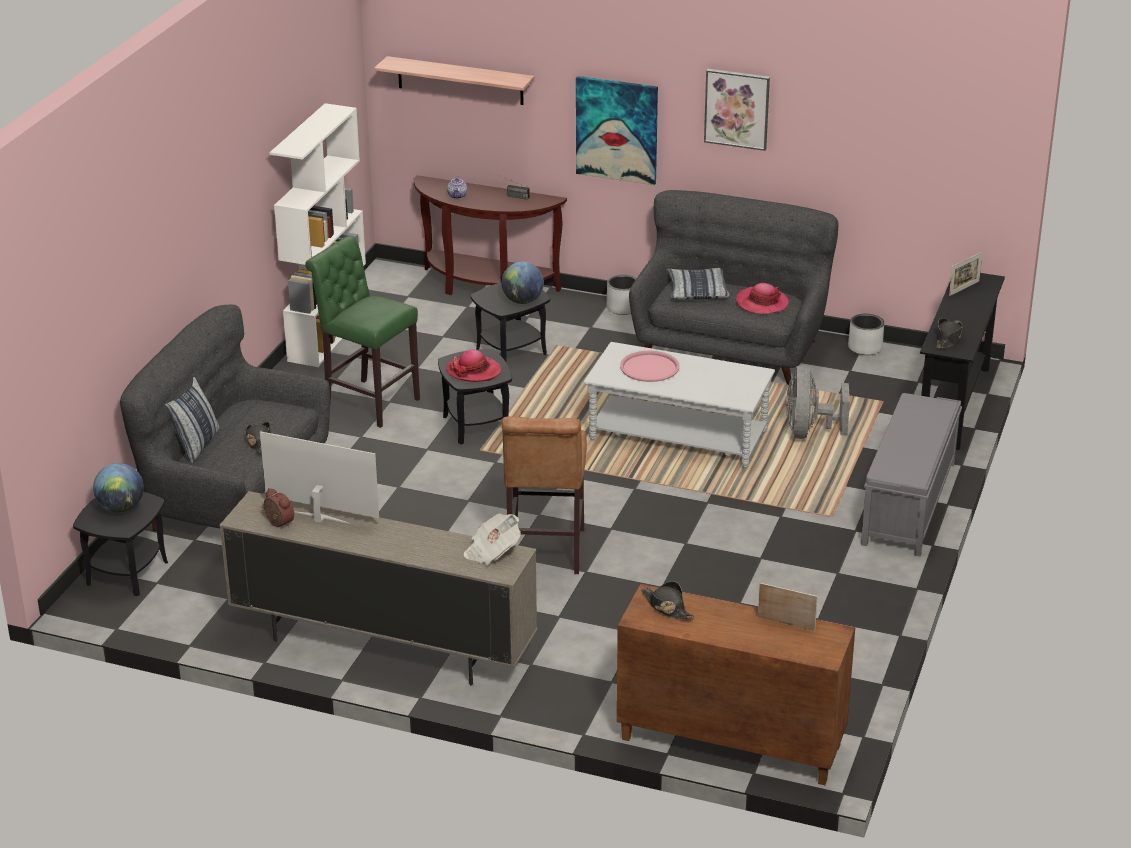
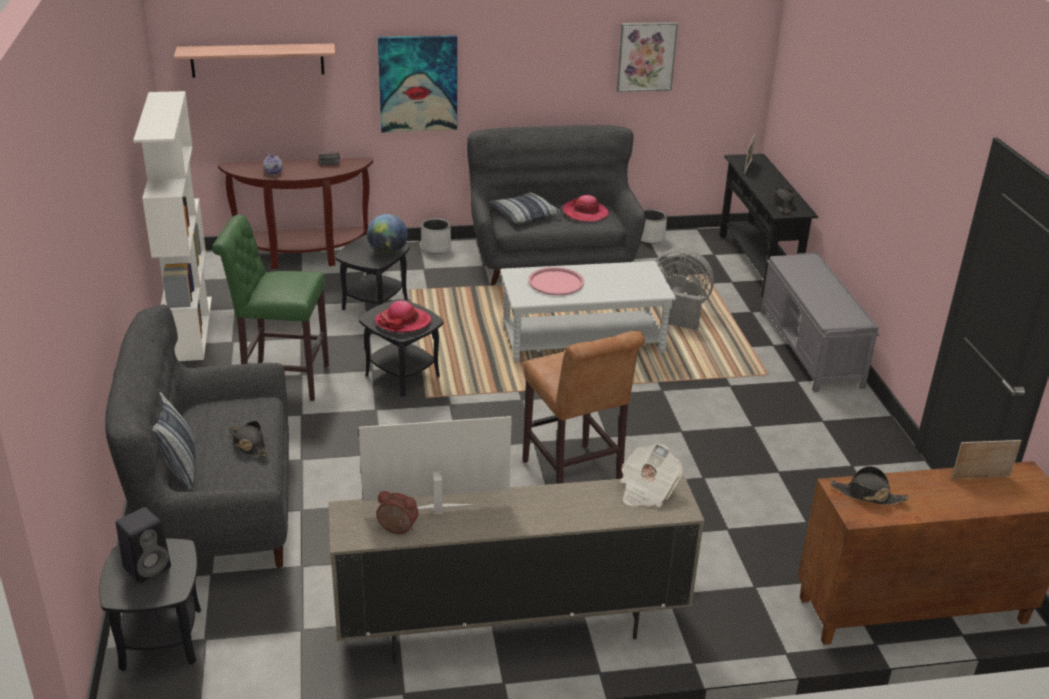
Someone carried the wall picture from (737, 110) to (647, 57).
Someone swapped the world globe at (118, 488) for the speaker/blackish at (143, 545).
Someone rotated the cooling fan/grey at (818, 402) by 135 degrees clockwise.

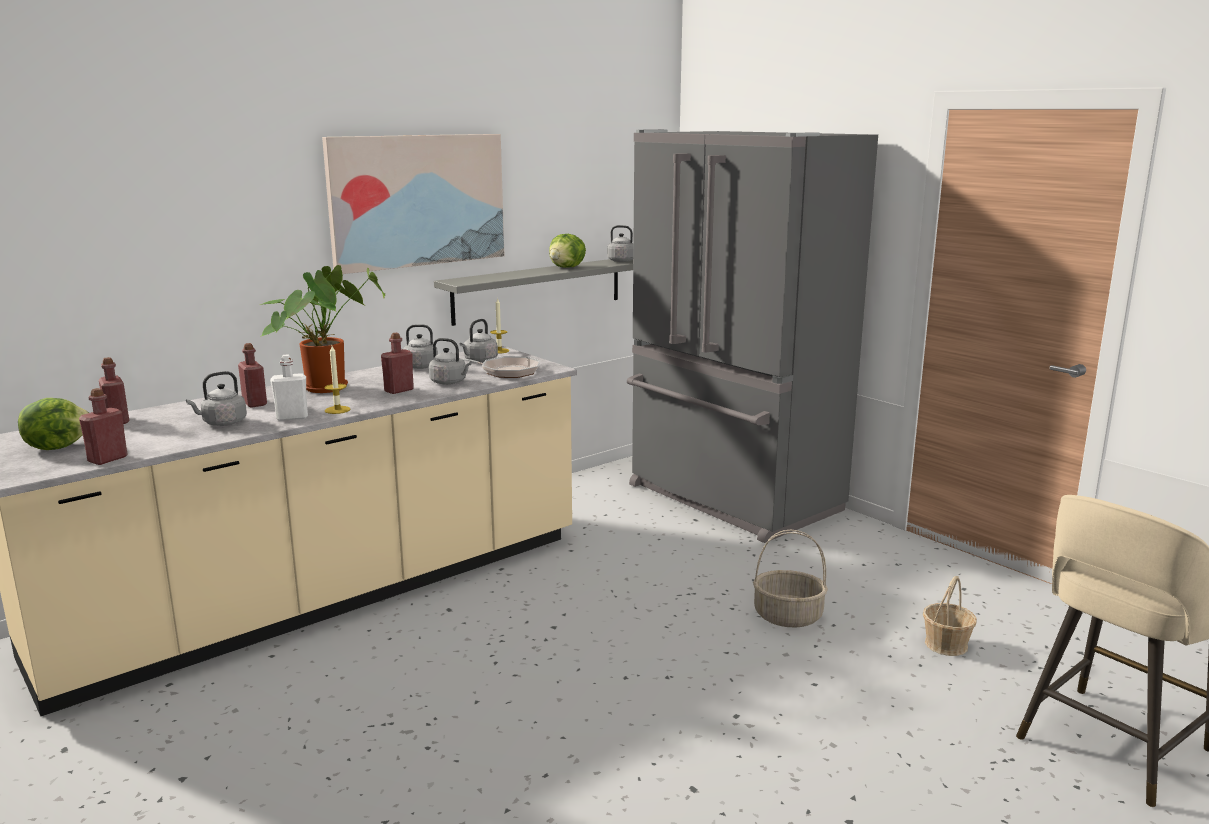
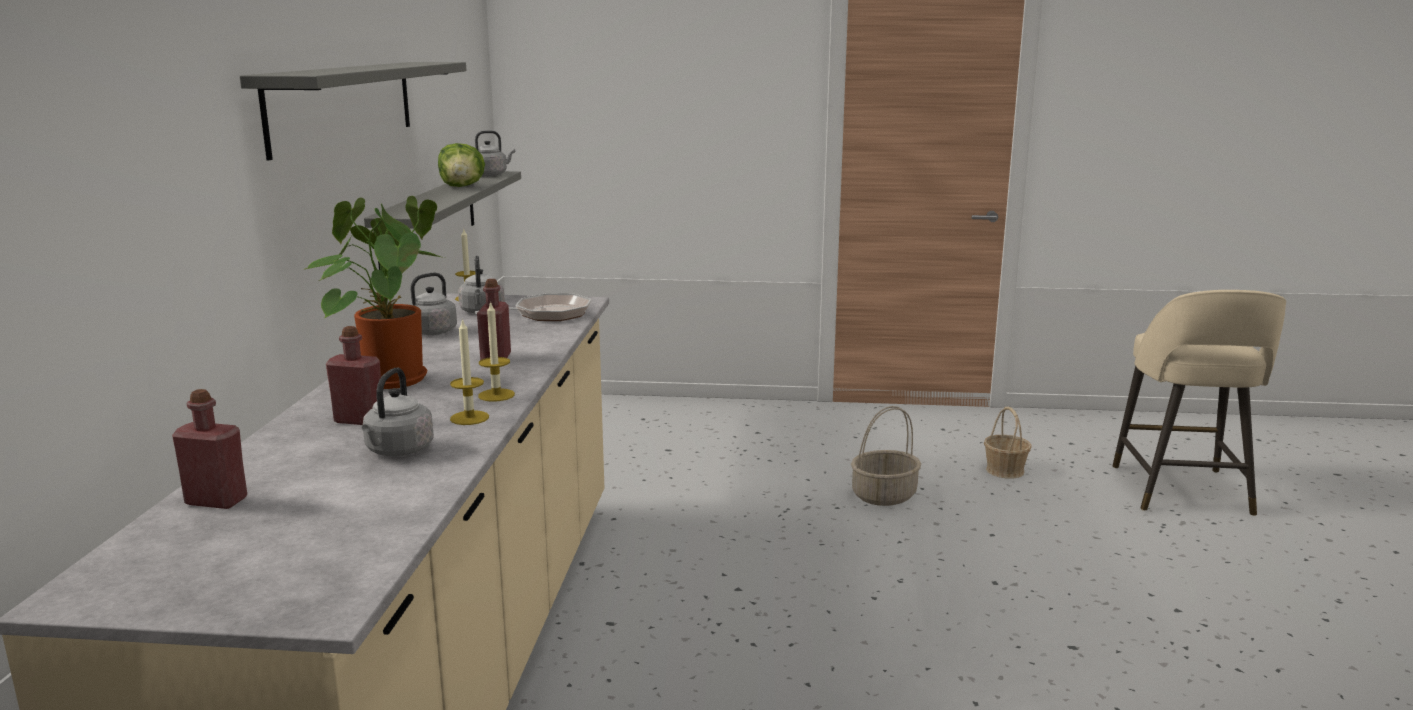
Someone took away the lettuce at (53, 424).
Someone took away the drink bottle/red at (103, 426).
Someone took away the kettle/grey at (450, 361).
Someone took away the kitchen fridge/grey at (752, 336).
Someone swapped the drink bottle/white at (289, 387) for the wax candle at (469, 371).
Someone swapped the wall picture at (413, 204) for the bracket shelf/grey at (353, 111).

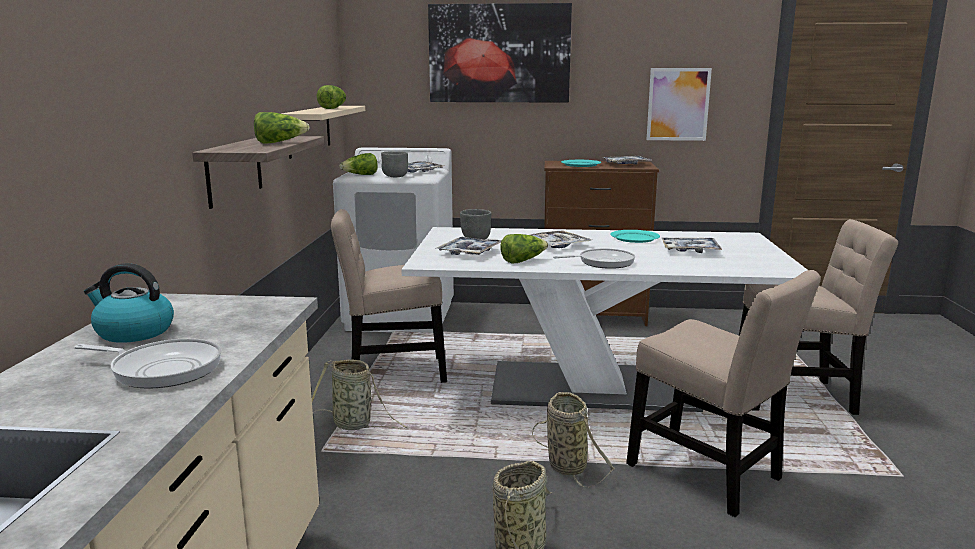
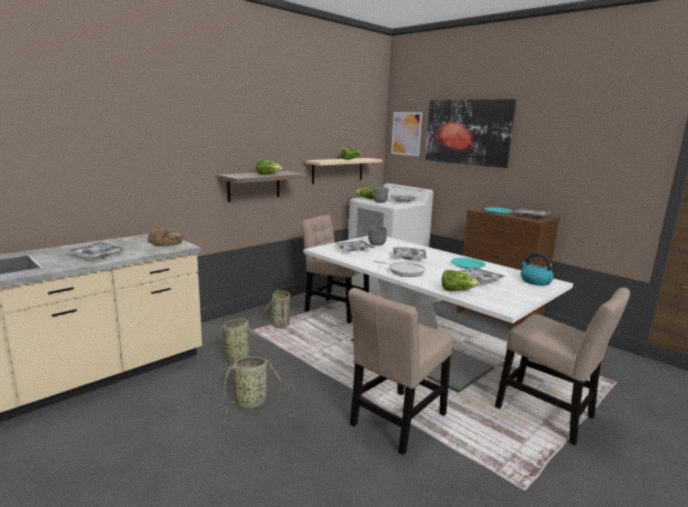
Someone put down the baked bread at (165, 236).
Someone carried the kettle from (129, 303) to (537, 269).
Someone carried the lettuce from (524, 249) to (461, 280).
Someone carried the storage basket from (573, 440) to (238, 343).
Someone carried the wall picture from (679, 104) to (406, 134).
Someone swapped the skillet at (148, 364) for the serving tray at (95, 250).
Someone rotated the upright chair/beige at (723, 393) by 45 degrees clockwise.

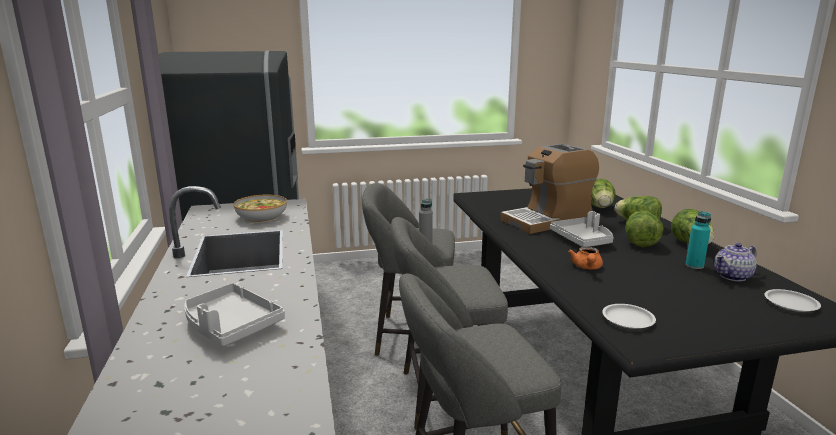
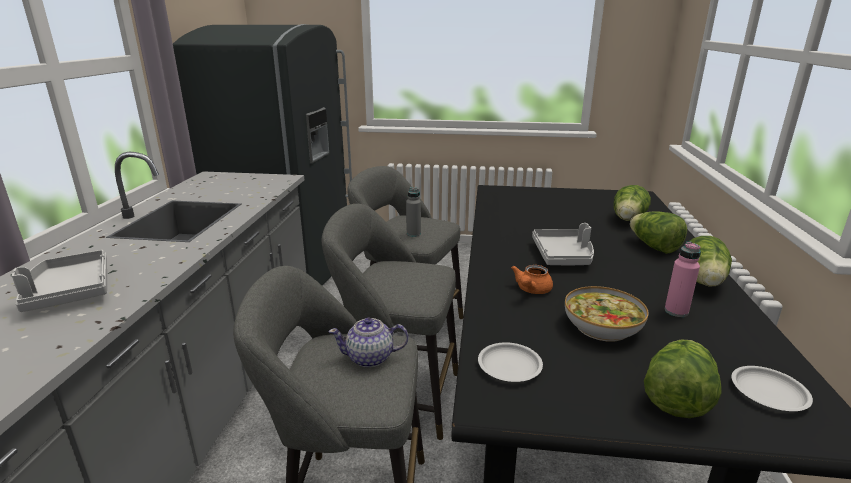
Someone took away the coffee machine at (549, 189).
Someone carried the bowl from (260, 208) to (607, 313).
Someone carried the lettuce from (644, 229) to (683, 378).
Someone carried the pot for tea from (735, 262) to (368, 343).
Someone repainted the drink bottle/blue-green at (698, 240), which became the drink bottle/pinkish at (683, 279).

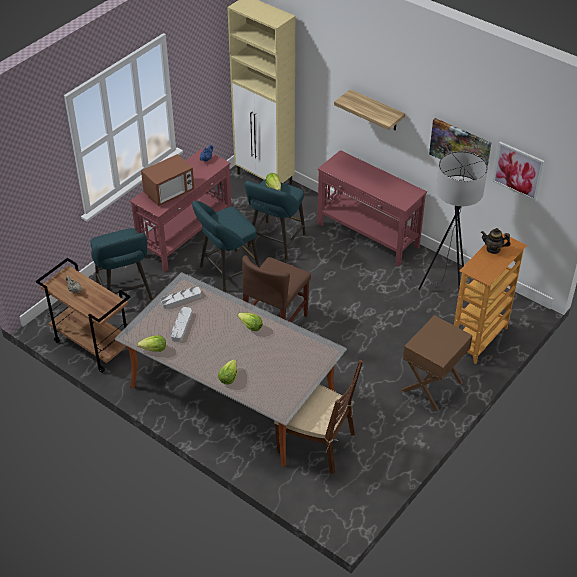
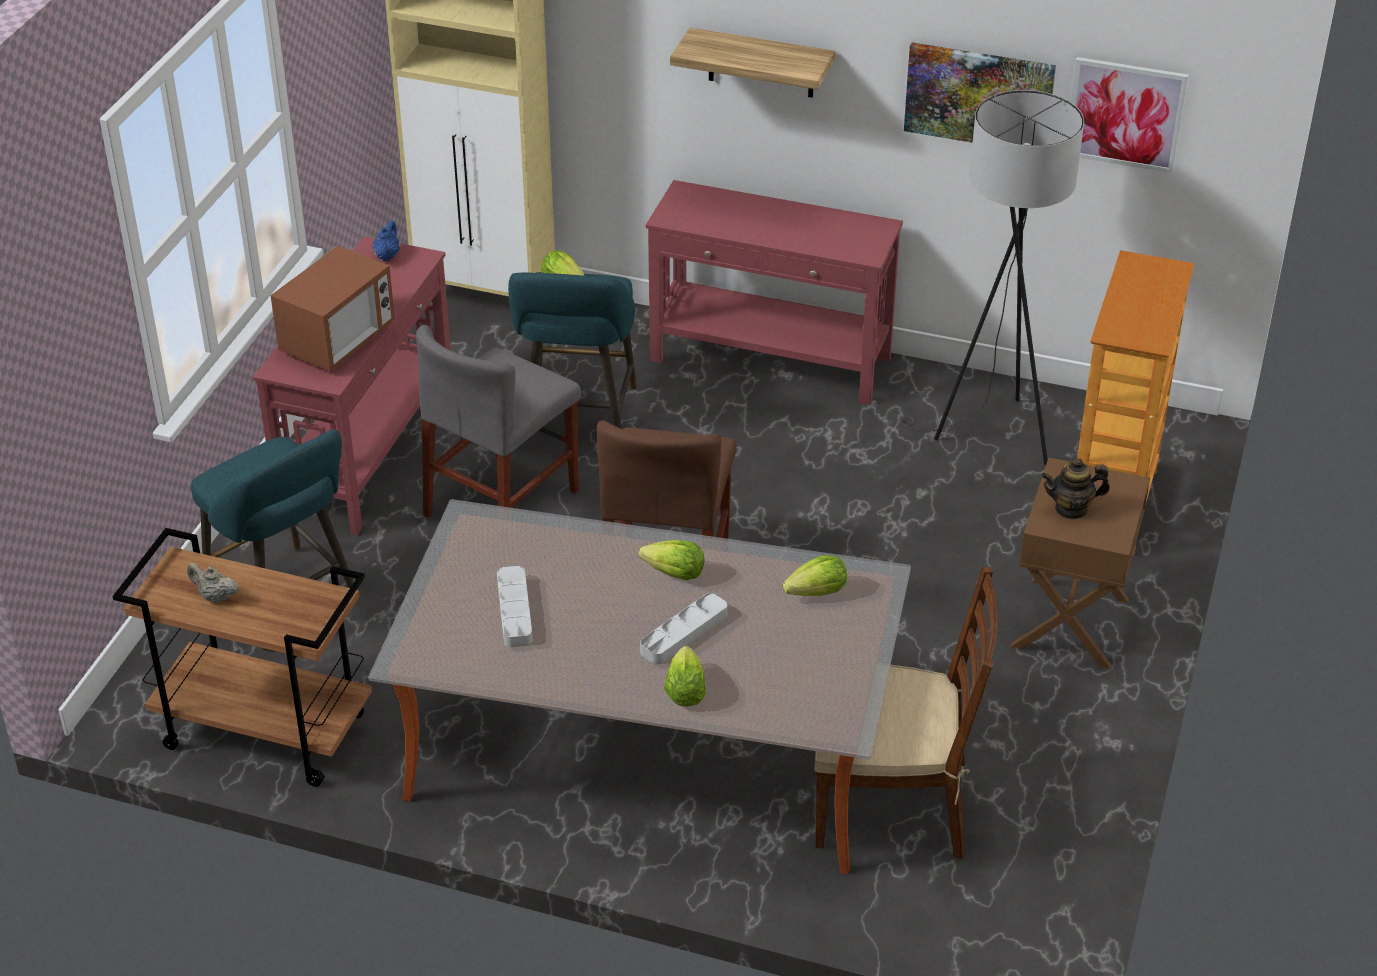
Someone carried the lettuce from (151, 343) to (815, 575).
Someone carried the serving tray/grey from (180, 297) to (683, 628).
Someone carried the pot for tea from (496, 241) to (1075, 489).
Someone swapped the sitting stool/blue-green at (226, 246) for the upright chair/grey at (498, 421).

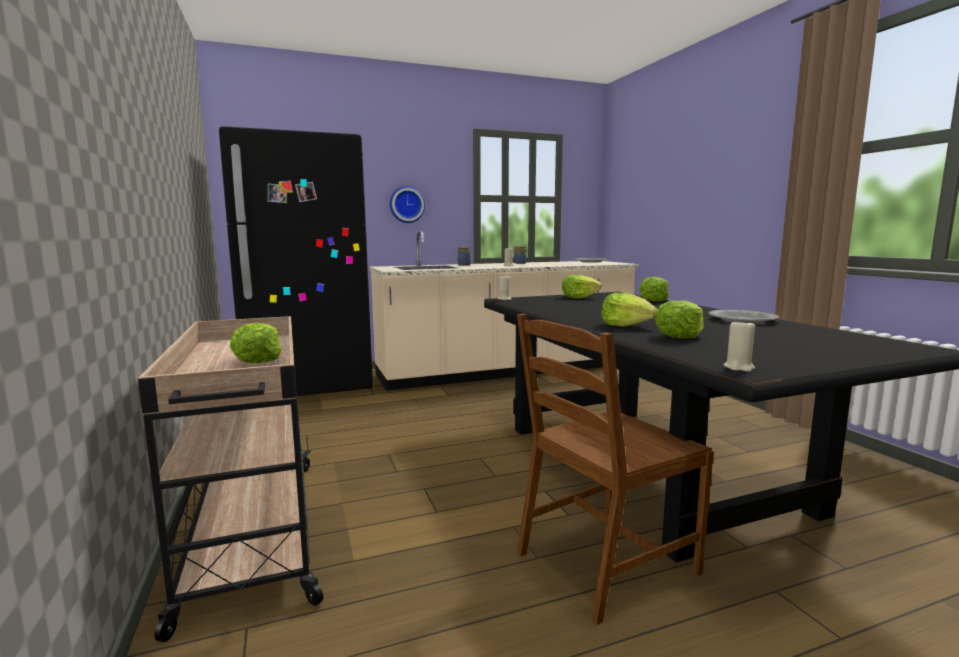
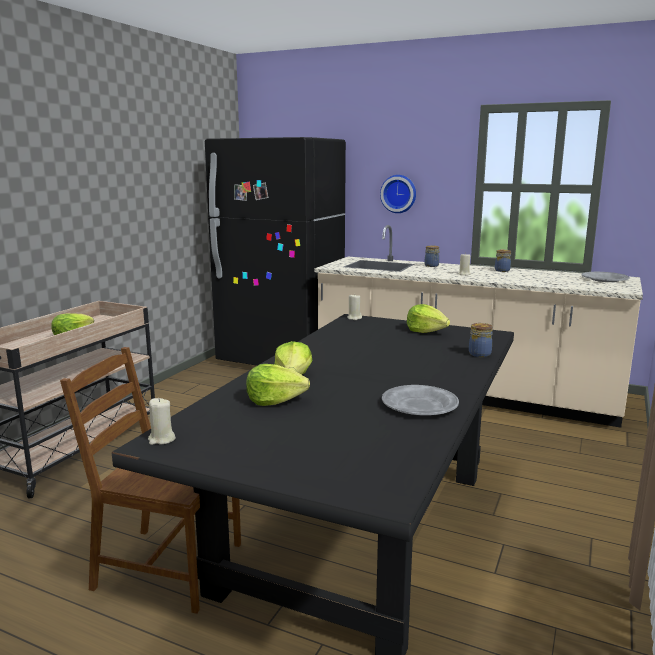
Someone swapped the lettuce at (654, 289) for the storage jar at (481, 340).

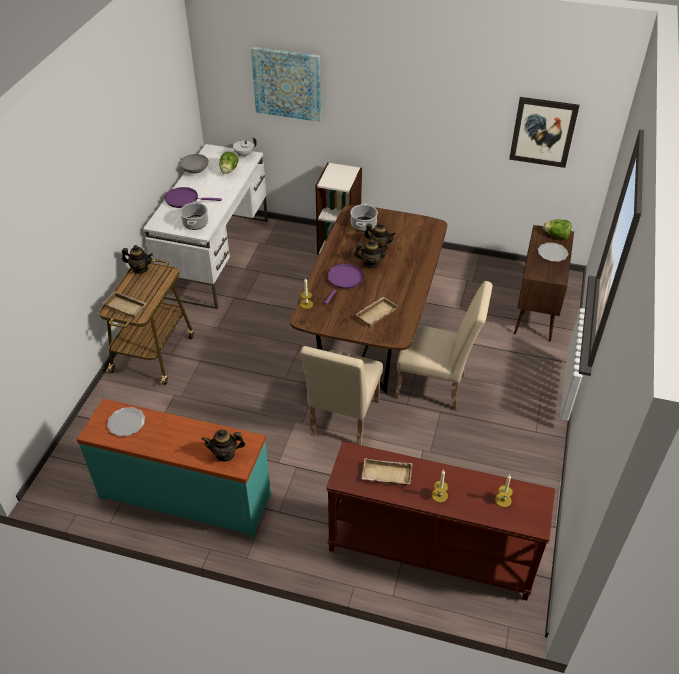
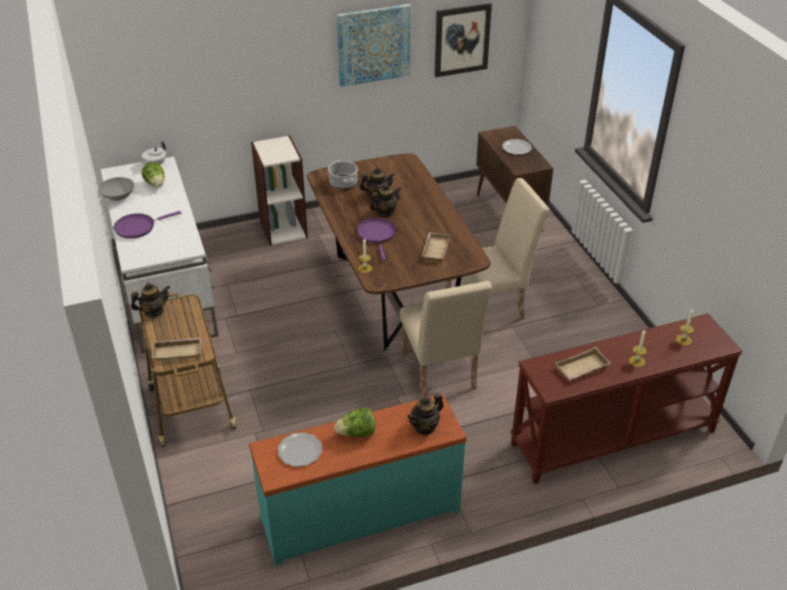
Someone took away the cooking pot at (194, 215).
Someone carried the wall picture from (286, 84) to (374, 45).
Someone carried the lettuce from (557, 230) to (355, 422).

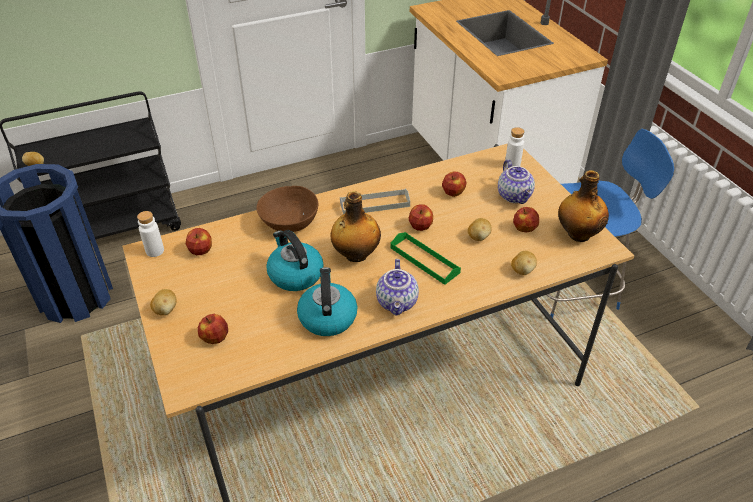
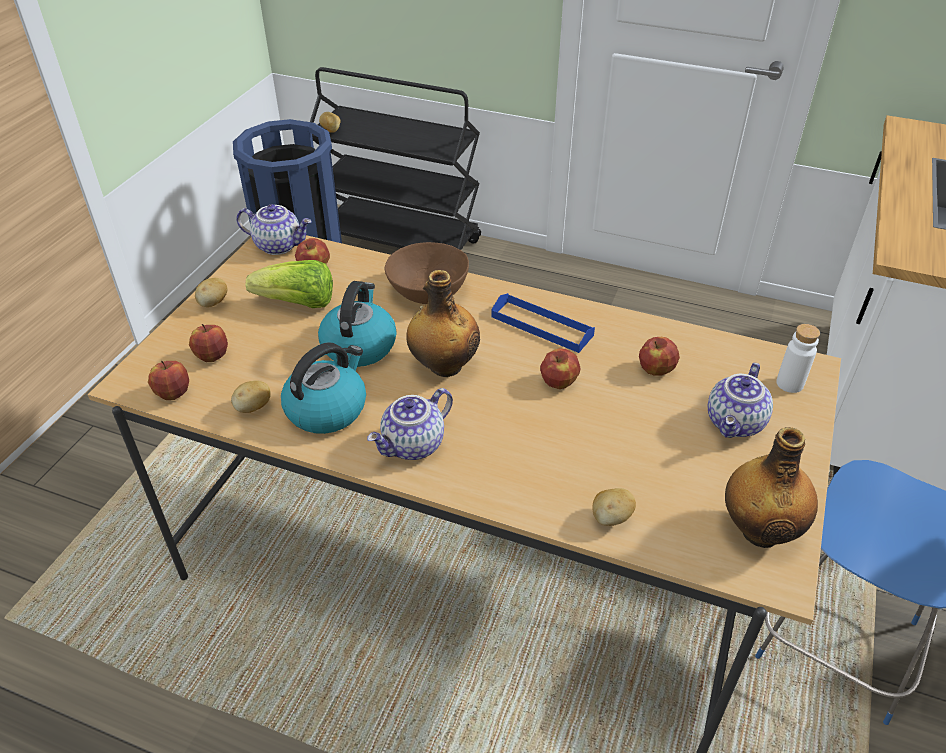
Someone took away the serving tray/green-coloured at (425, 258).
Someone put down the lettuce at (289, 284).
Someone carried the spud from (480, 229) to (251, 396).
Someone carried the whole apple from (526, 220) to (168, 380).
Someone swapped the drink bottle/white at (150, 234) for the pot for tea at (274, 229).
Someone repainted the serving tray/grey at (375, 201), which became the serving tray/blue-coloured at (543, 323).

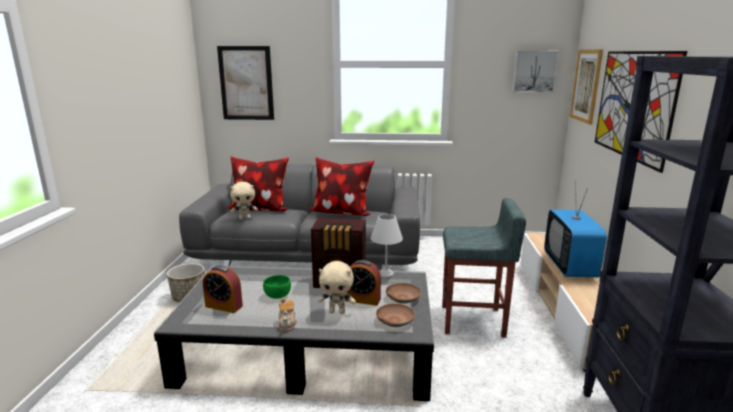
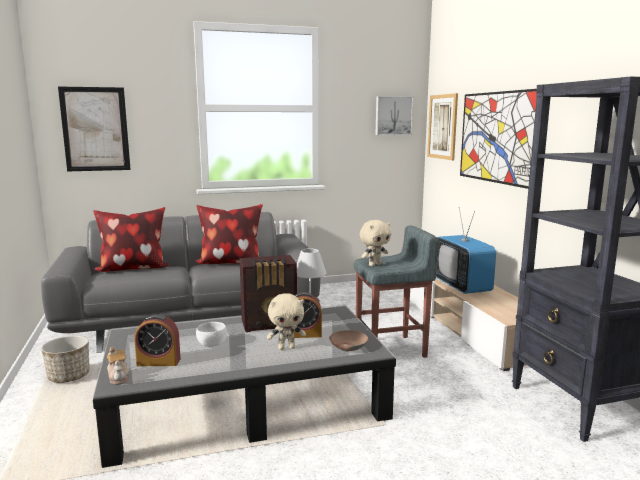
Someone took away the bowl/brown at (403, 293).
Someone carried the plush toy/beige from (244, 201) to (375, 243).
Someone carried the pot for tea from (287, 314) to (118, 366).
Someone repainted the bowl/green-coloured at (277, 287), which became the bowl/white at (211, 334).

